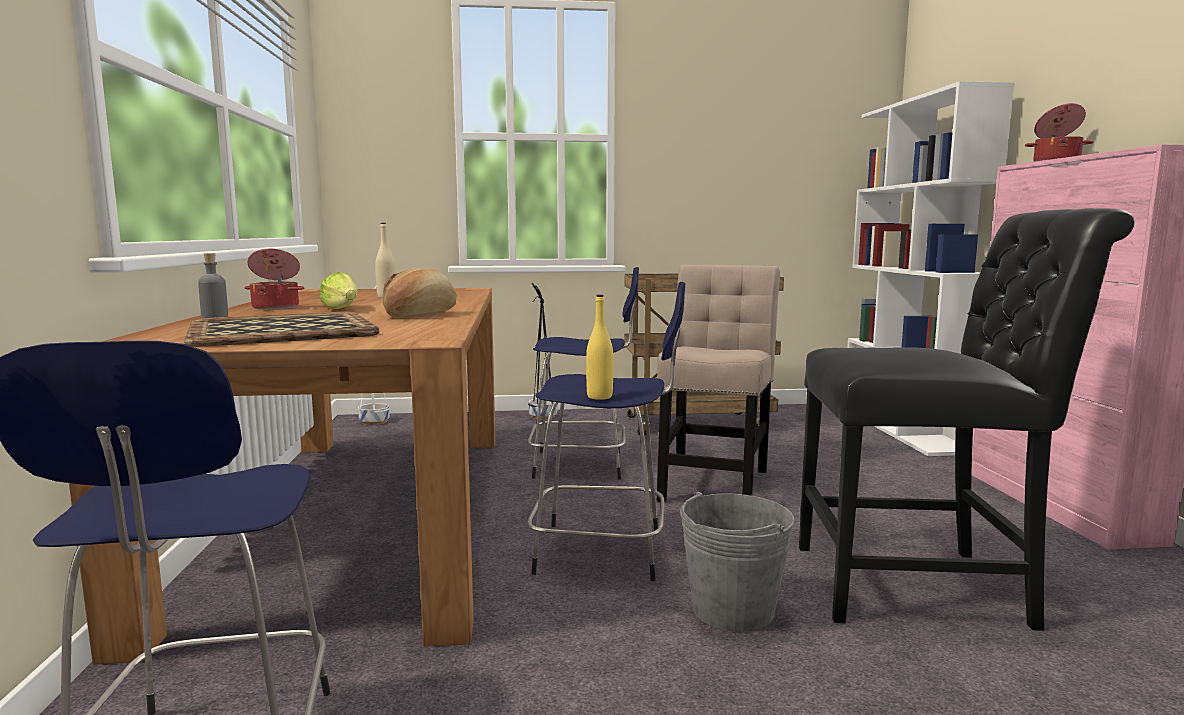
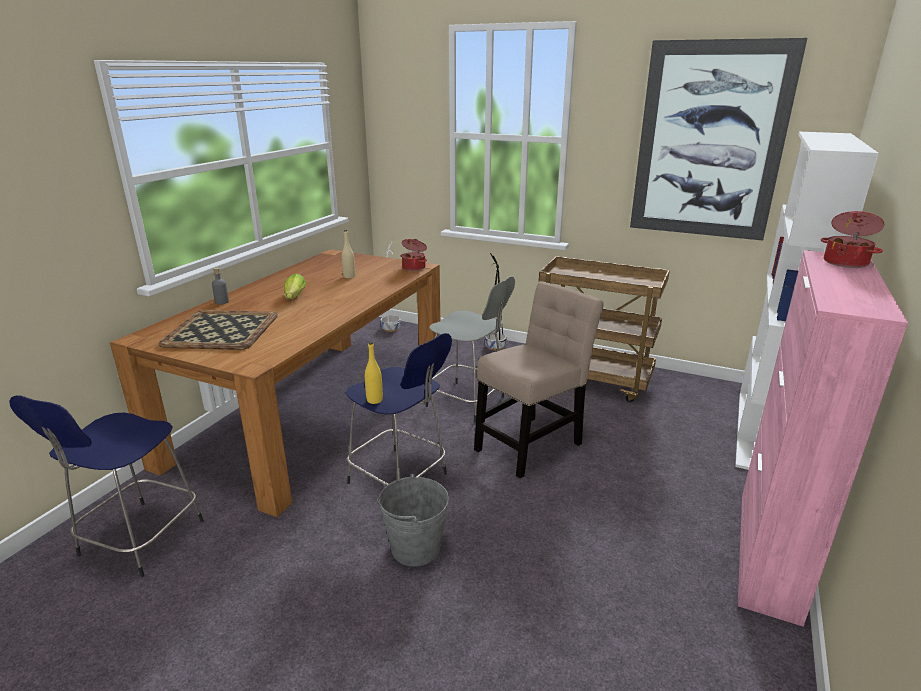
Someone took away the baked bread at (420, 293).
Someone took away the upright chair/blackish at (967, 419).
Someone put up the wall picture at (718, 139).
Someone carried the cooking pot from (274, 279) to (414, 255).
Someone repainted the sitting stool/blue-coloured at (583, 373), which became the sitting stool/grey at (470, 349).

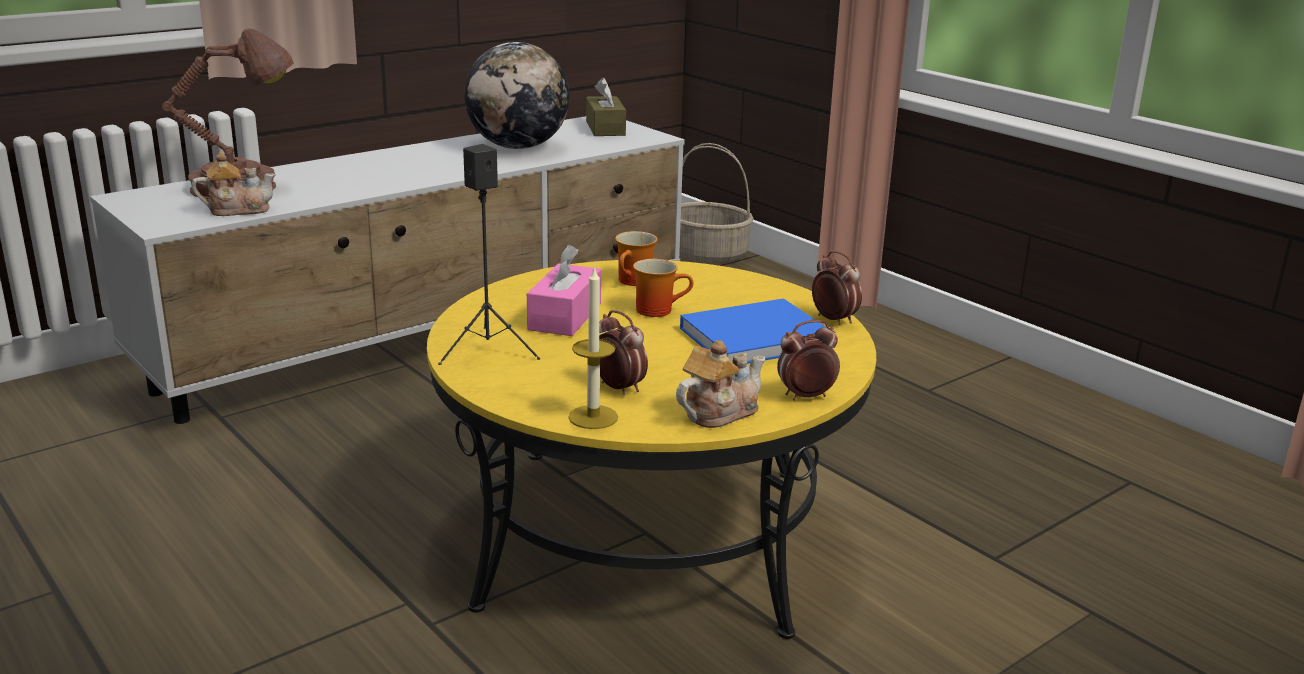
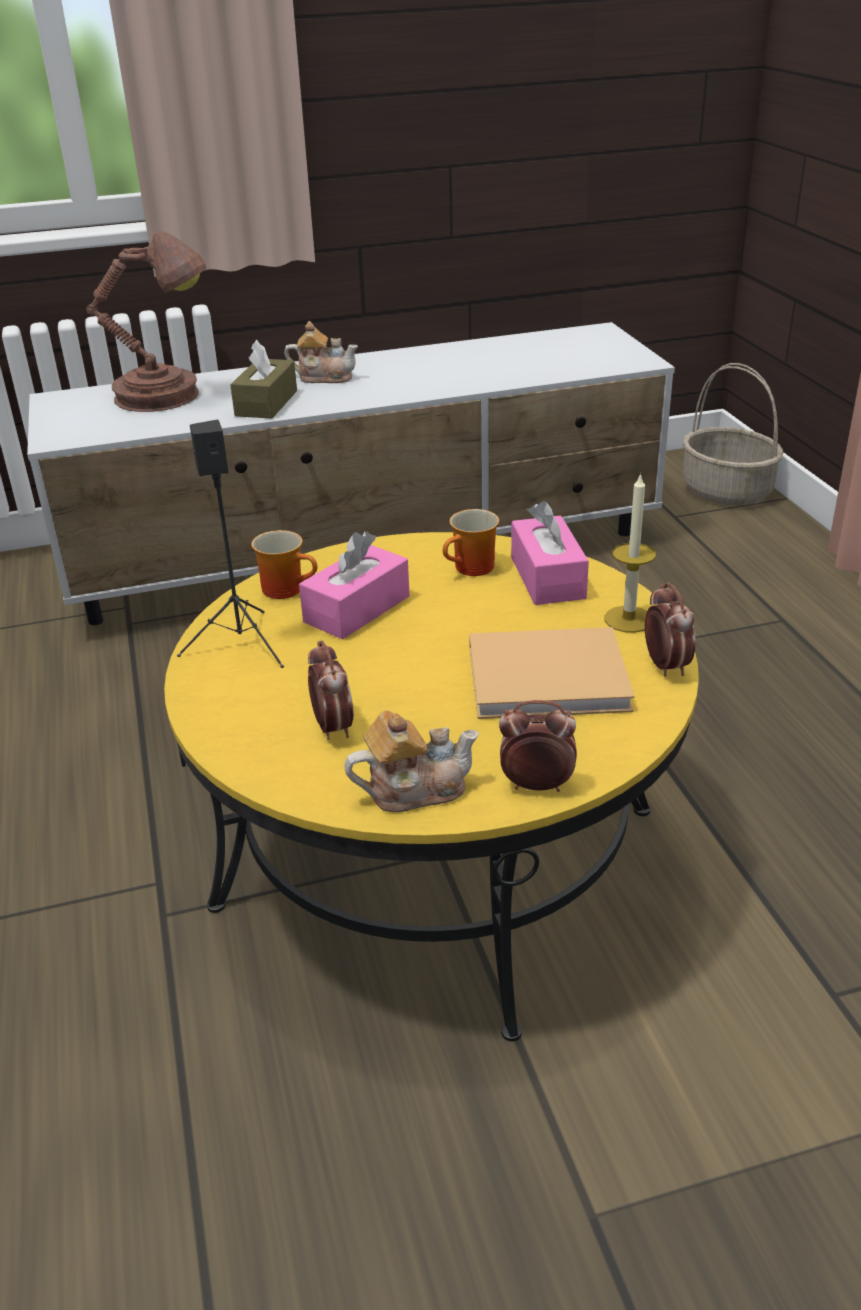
Someone took away the world globe at (517, 95).
Someone put down the tissue holder/pinkish at (550, 553).
Someone carried the pot for tea from (234, 183) to (321, 352).
Someone carried the wax candle from (593, 347) to (630, 552).
Someone carried the tissue holder/brown from (606, 107) to (263, 379).
Someone carried the tea mug from (663, 288) to (284, 564).
Someone repainted the book/blue-coloured at (756, 331), which became the book/beige at (552, 673).

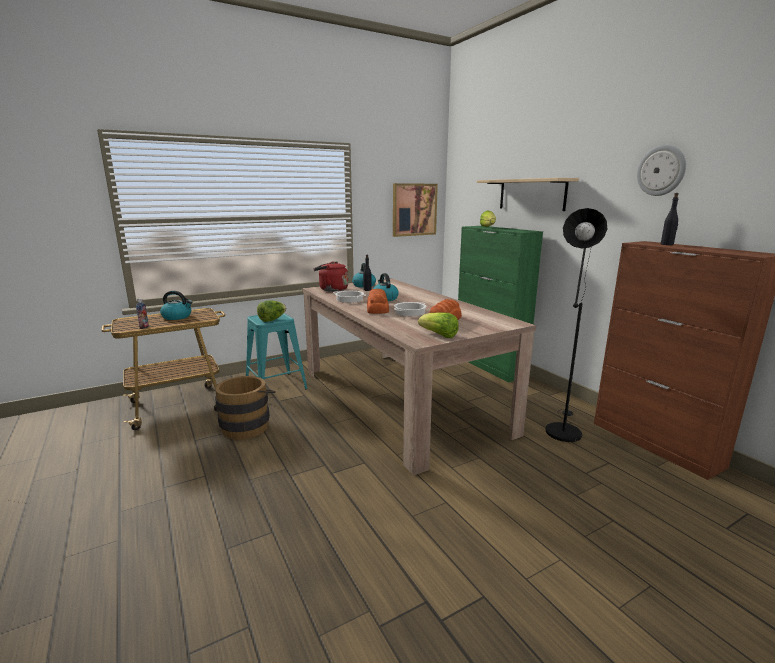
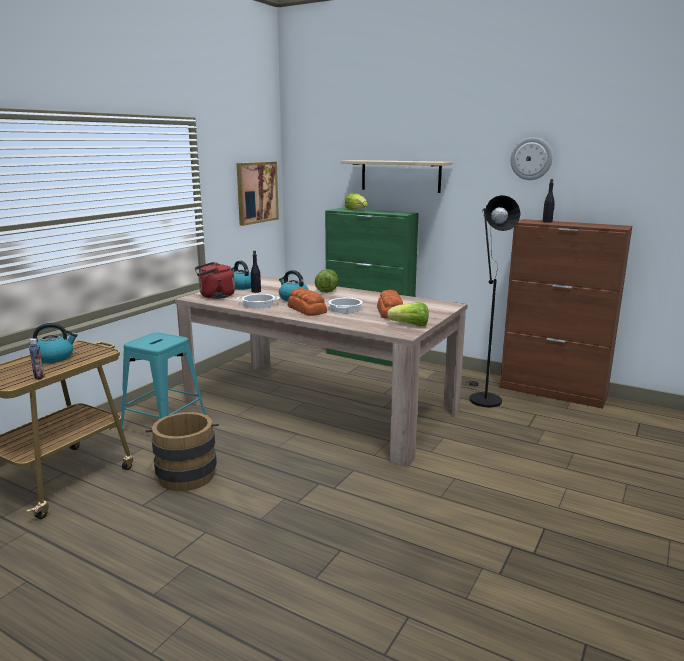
Someone carried the lettuce from (271, 311) to (326, 281).

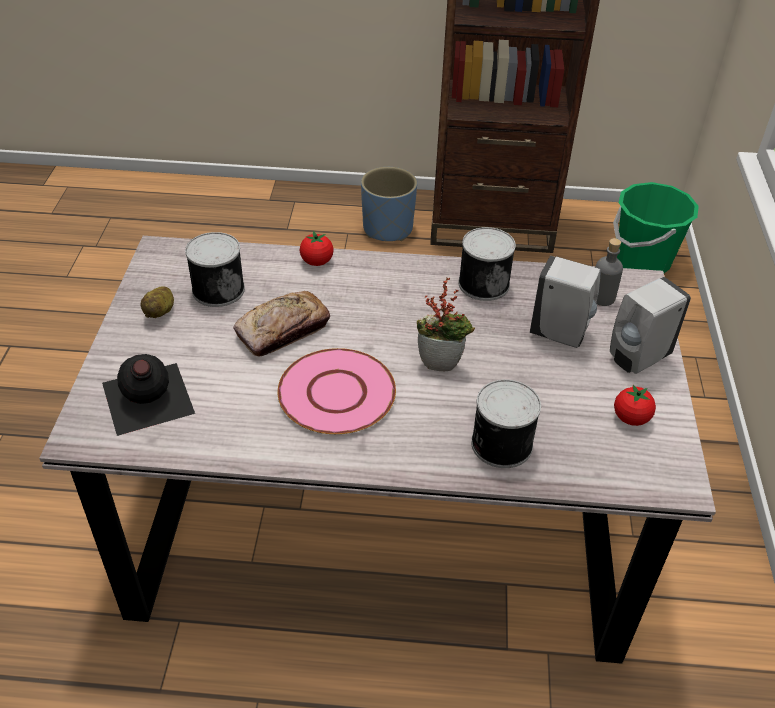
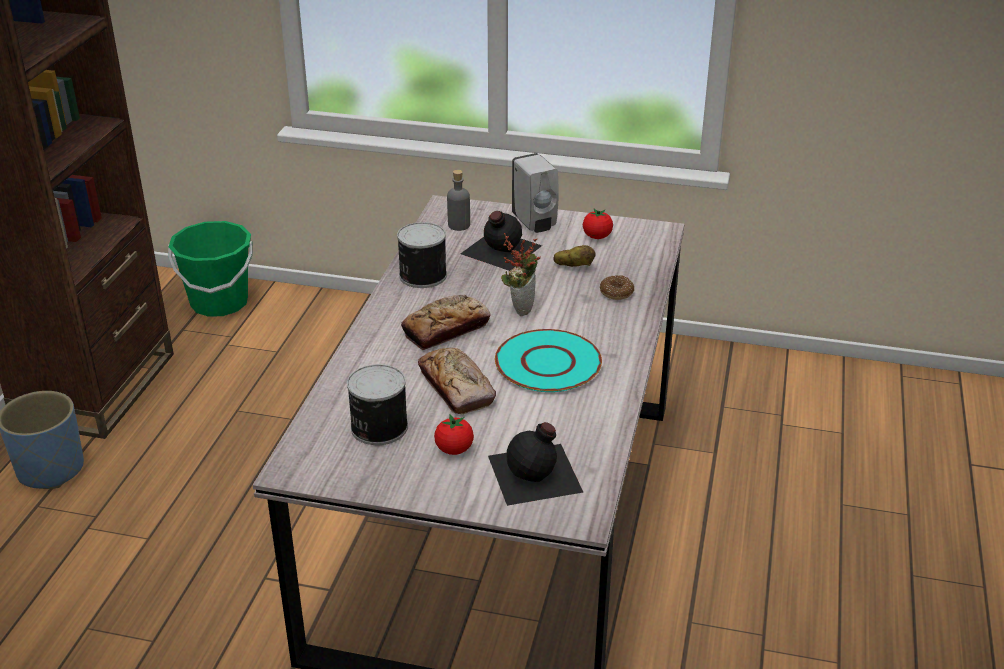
Someone put down the baked bread at (446, 322).
Someone carried the spud from (157, 302) to (574, 256).
Someone carried the fresh tomato from (317, 248) to (454, 435).
Someone swapped the can at (506, 423) for the donut at (617, 287).
Someone swapped the soap bottle/white at (565, 302) for the drink bottle/blackish at (501, 241).
Someone repainted the dinner plate/pinkish at (336, 391), which became the dinner plate/blue-green at (548, 360).

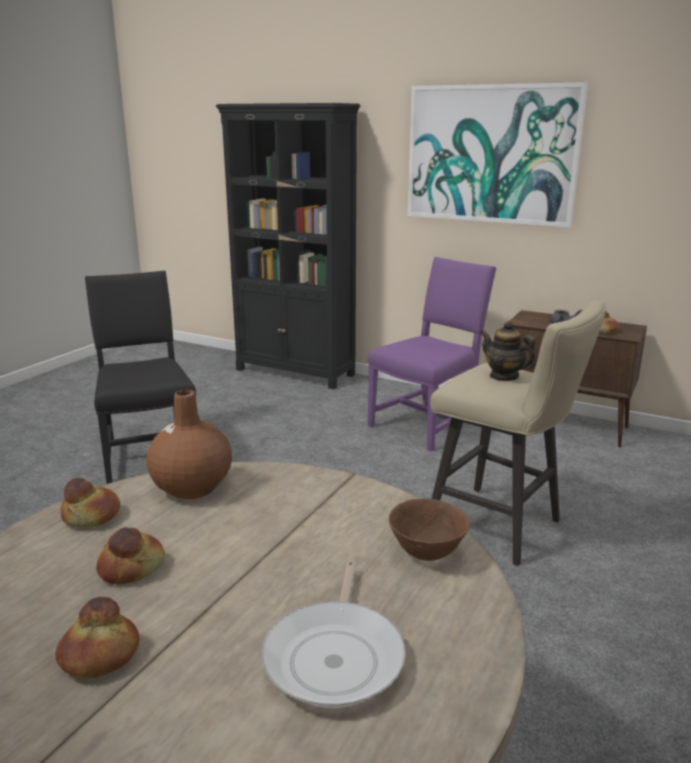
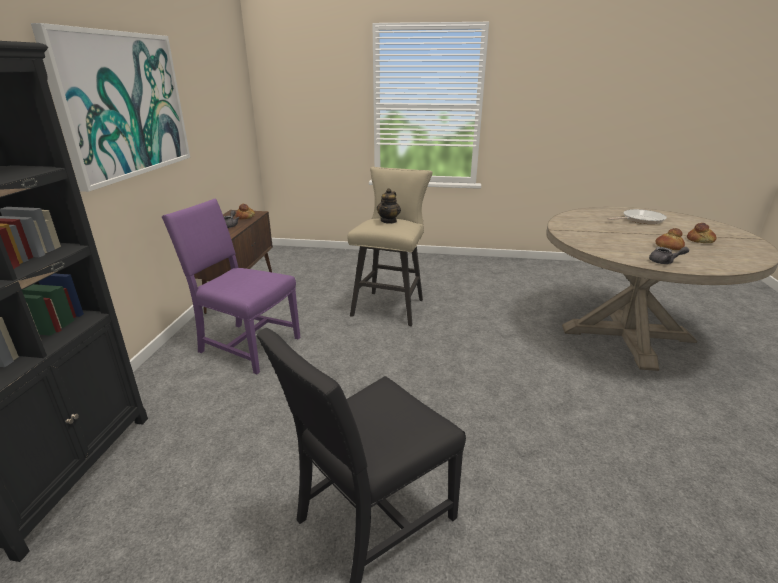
Someone took away the flower vase/brown at (189, 444).
Someone took away the bowl/brown at (429, 529).
Someone swapped the baked bread at (90, 503) for the pot for tea/grey at (669, 255).

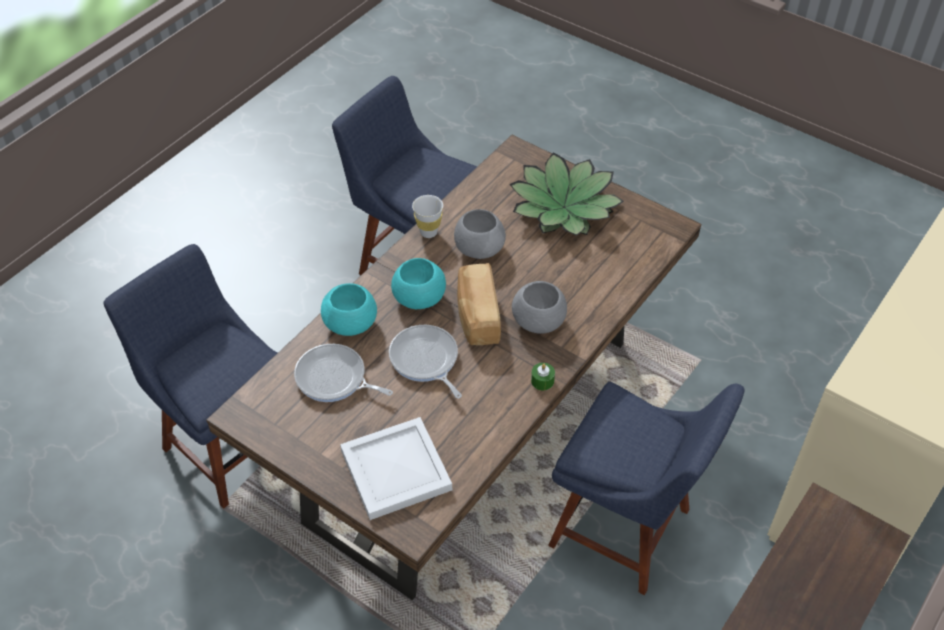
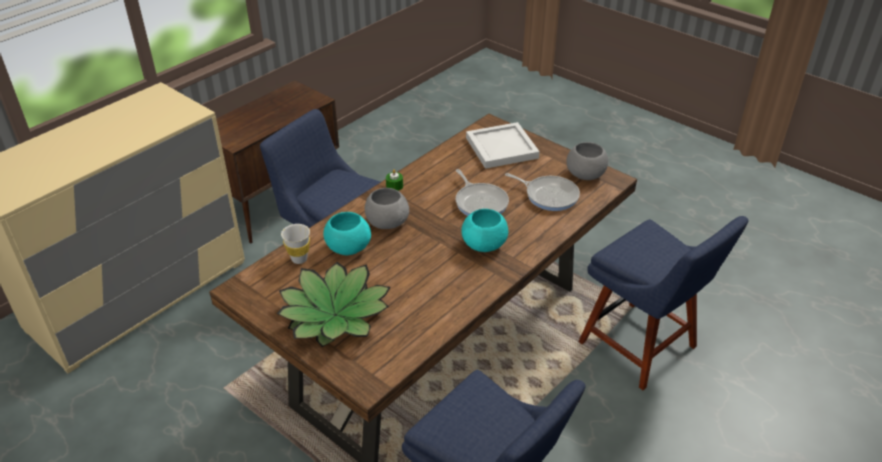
Someone took away the baked bread at (479, 304).
Someone carried the bowl/blue-green from (349, 309) to (347, 233).
Someone carried the small cup/white from (427, 216) to (295, 244).
Someone carried the bowl/grey from (480, 234) to (587, 161).

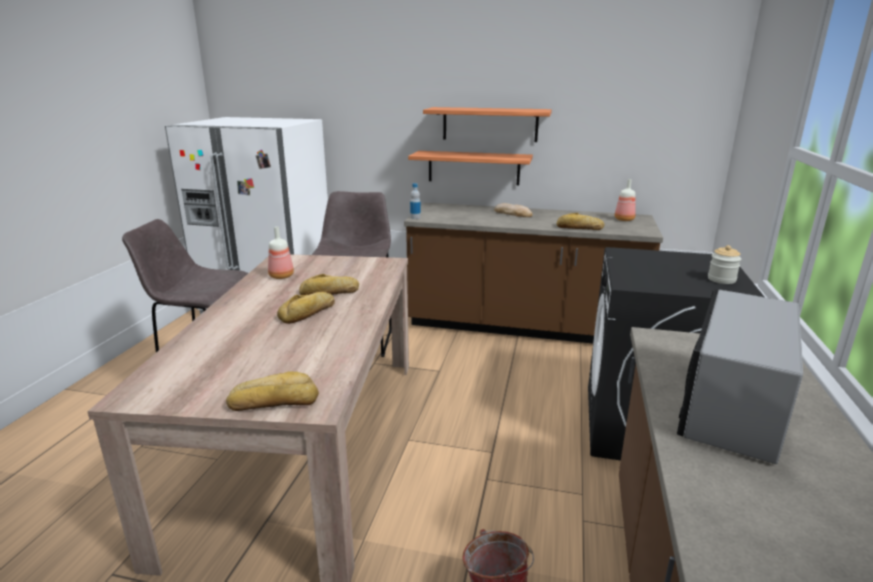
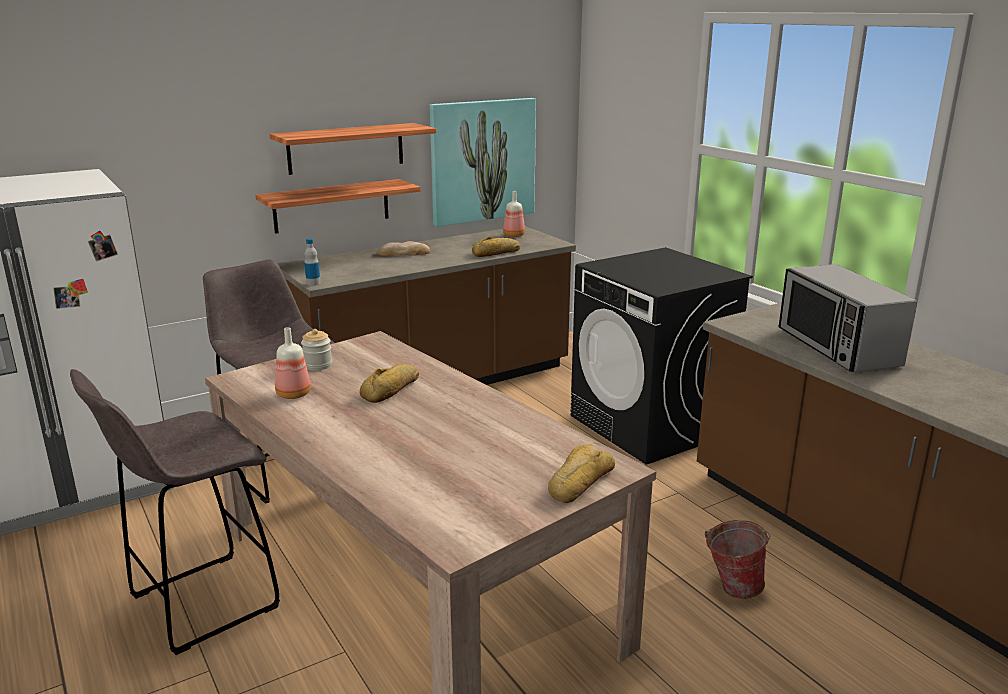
Someone took away the baked bread at (306, 308).
Someone put up the wall picture at (483, 162).
Someone carried the storage jar from (724, 264) to (316, 350).

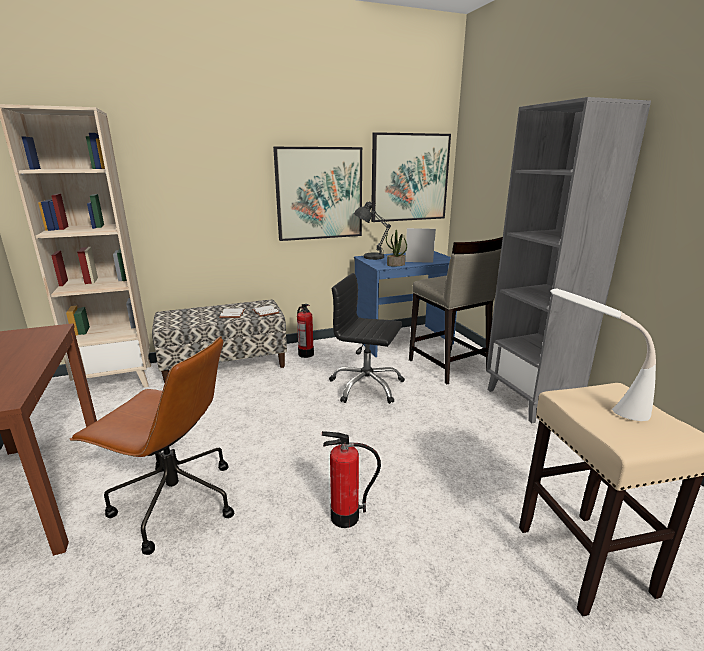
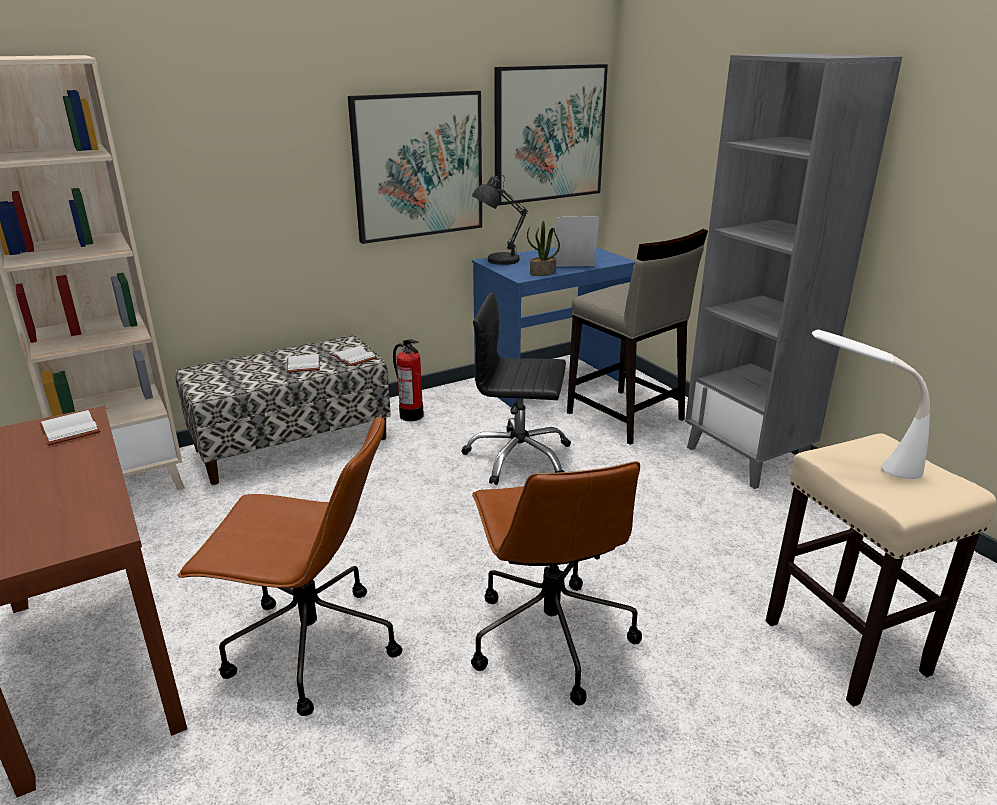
Someone put down the book/white at (70, 427).
Someone swapped the fire extinguisher at (351, 479) for the desk chair/brown at (556, 583).

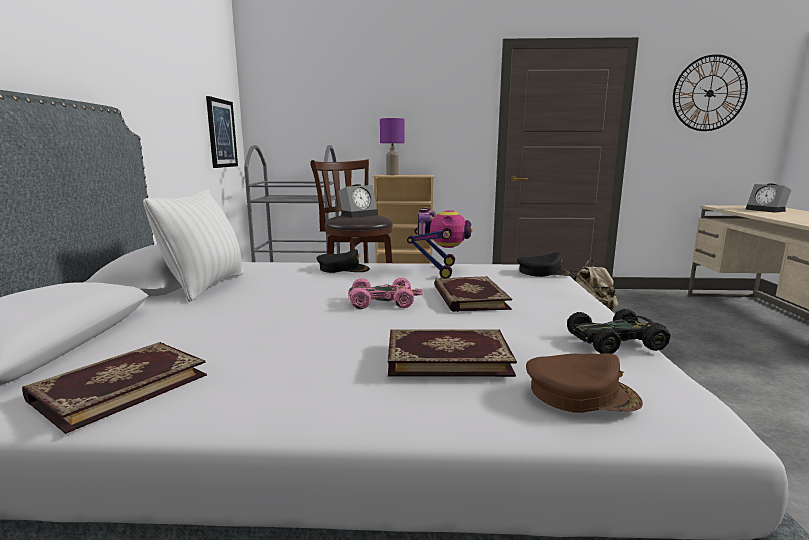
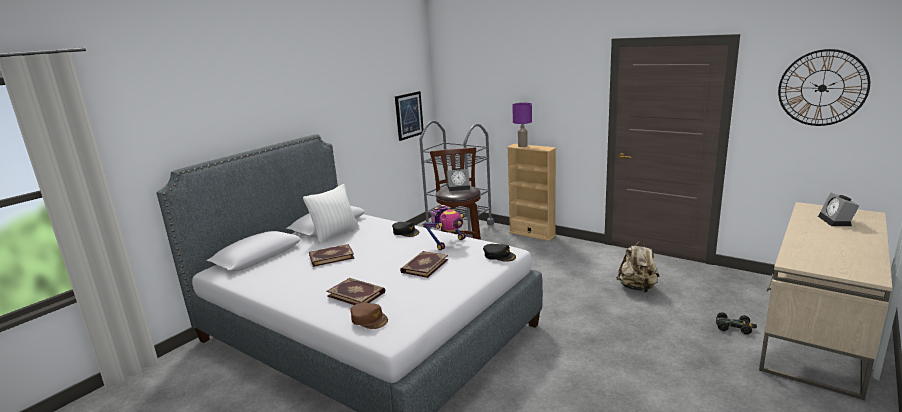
Someone took away the toy car/pinkish at (385, 293).
Someone carried the book from (114, 388) to (331, 255).
Someone carried the toy car/blackish from (619, 331) to (736, 323).

